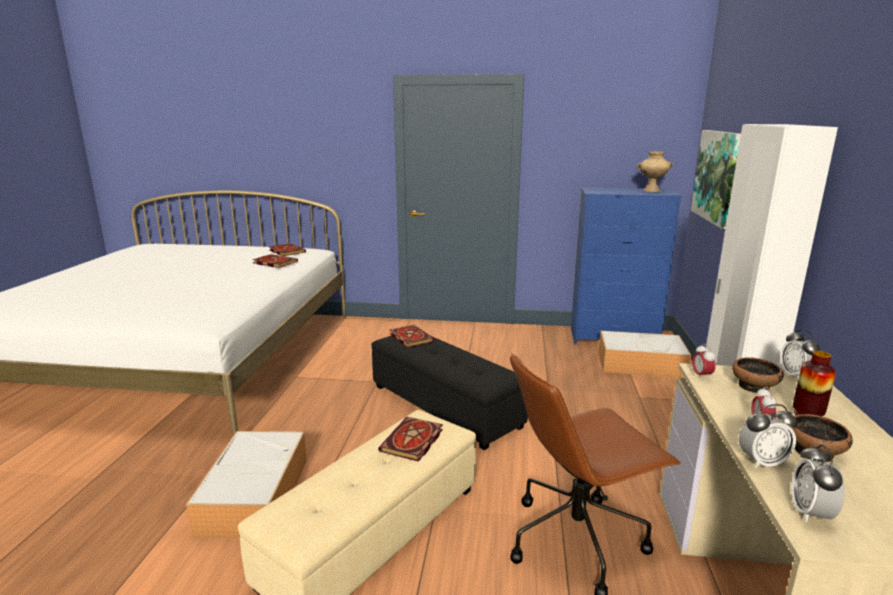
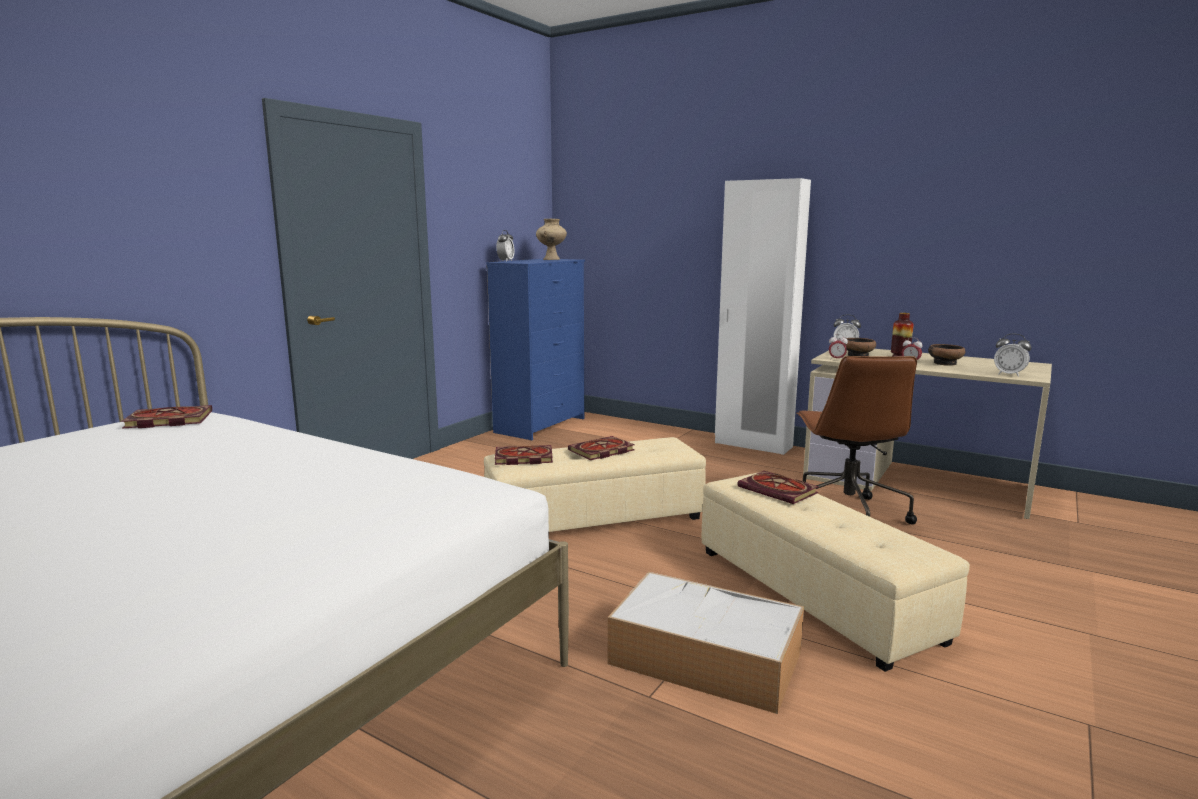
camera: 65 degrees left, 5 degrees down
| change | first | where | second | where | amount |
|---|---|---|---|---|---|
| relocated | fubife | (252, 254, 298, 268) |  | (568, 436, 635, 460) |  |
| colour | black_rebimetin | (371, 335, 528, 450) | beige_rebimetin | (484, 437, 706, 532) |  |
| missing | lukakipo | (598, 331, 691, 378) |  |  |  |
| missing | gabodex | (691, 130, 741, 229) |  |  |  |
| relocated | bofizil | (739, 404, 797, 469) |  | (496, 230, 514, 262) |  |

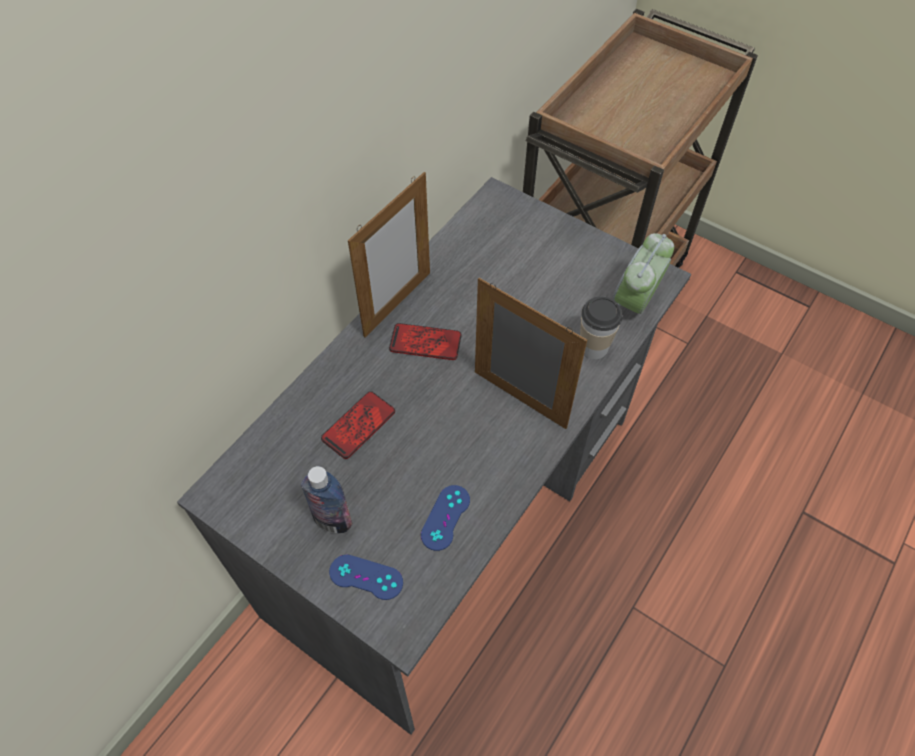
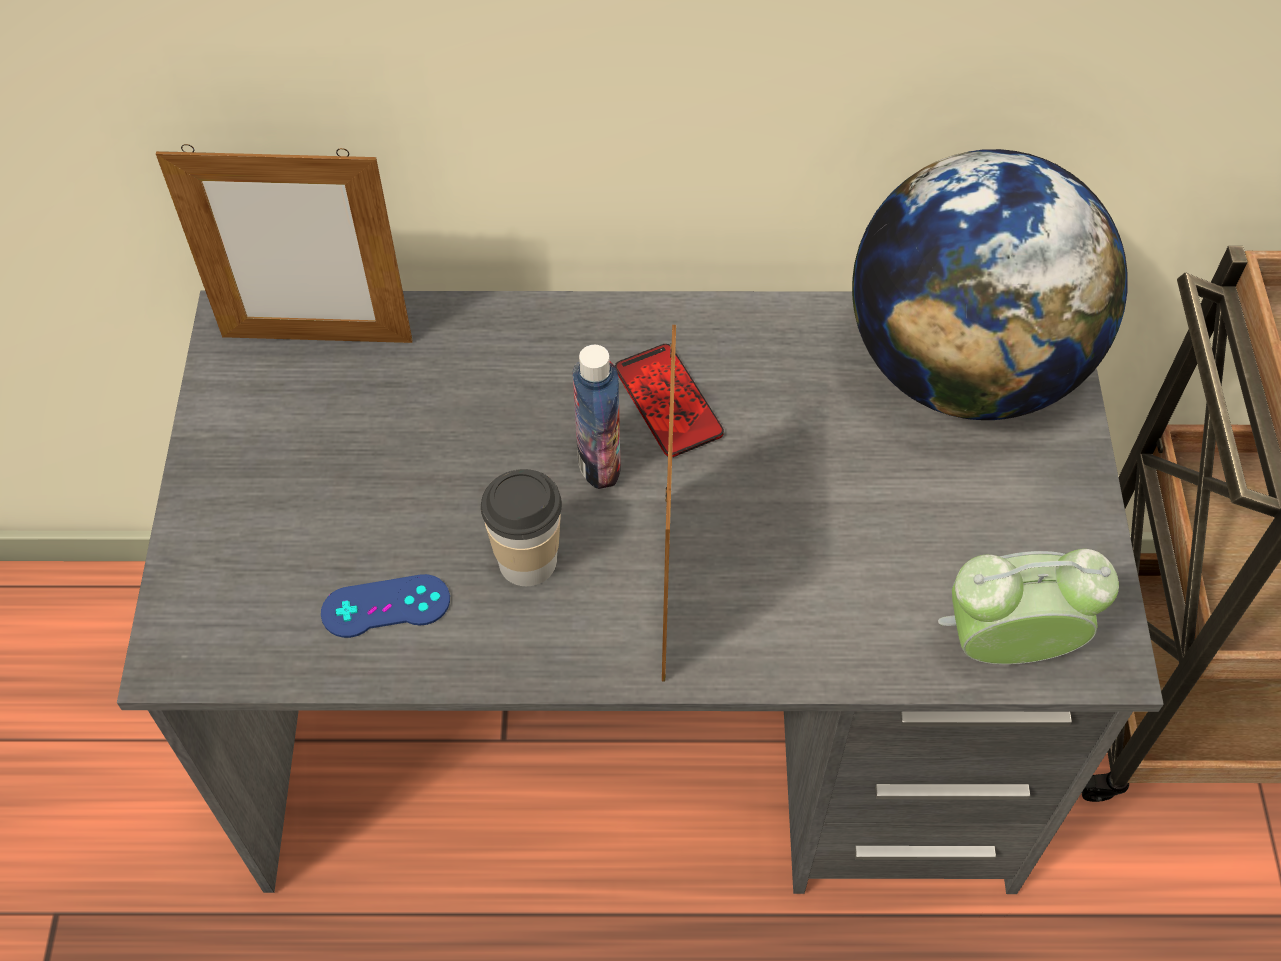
camera: 55 degrees right, 0 degrees up
| change | first | where | second | where | amount |
|---|---|---|---|---|---|
| relocated | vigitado | (301, 466, 352, 533) |  | (573, 345, 621, 489) |  |
| missing | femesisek | (321, 391, 395, 459) |  |  |  |
| missing | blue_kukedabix | (329, 554, 403, 600) |  |  |  |
| relocated | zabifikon | (348, 172, 430, 338) |  | (156, 144, 413, 343) |  |
| relocated | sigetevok | (580, 296, 623, 359) |  | (481, 469, 562, 586) |  |
| appeared |  |  | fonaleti | (852, 149, 1128, 420) |  |

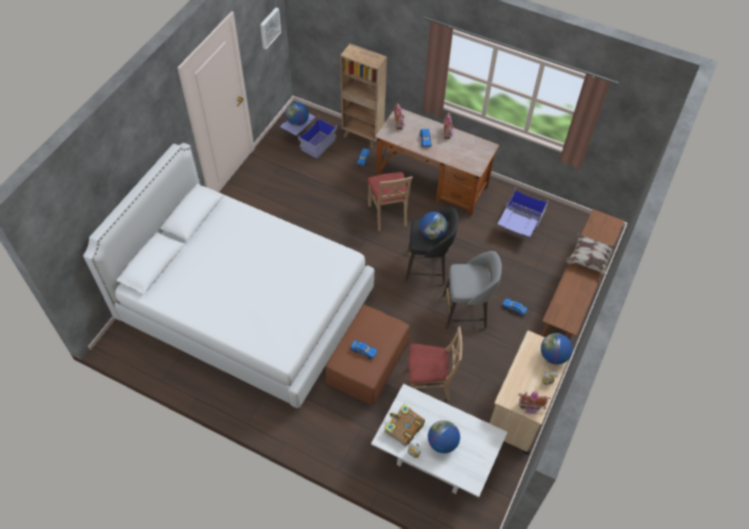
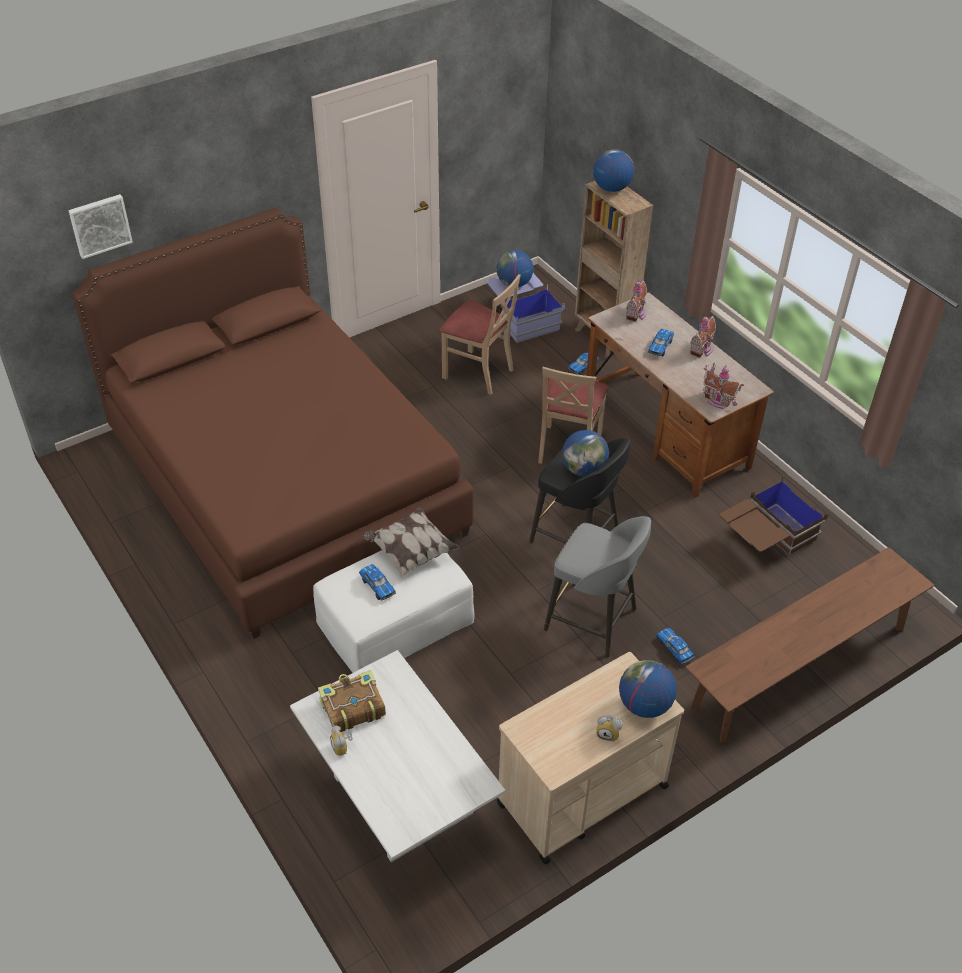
camera: 30 degrees right, 10 degrees down
| change | first | where | second | where | amount |
|---|---|---|---|---|---|
| colour | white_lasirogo | (83, 143, 374, 410) | brown_lasirogo | (72, 208, 474, 639) |  |
| relocated | gabodex | (260, 8, 281, 50) |  | (68, 194, 133, 259) |  |
| colour | brown_rebimetin | (326, 305, 410, 406) | white_rebimetin | (313, 550, 475, 673) |  |
| relocated | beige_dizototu | (409, 326, 462, 401) |  | (440, 274, 521, 395) |  |
| relocated | fonaleti | (428, 420, 460, 453) |  | (593, 149, 634, 192) |  |
| colour | blue_lukakipo | (498, 187, 549, 237) | brown_lukakipo | (719, 475, 829, 555) |  |
| relocated | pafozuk | (518, 391, 550, 414) |  | (703, 363, 744, 409) |  |
| relocated | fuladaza | (566, 233, 616, 276) |  | (362, 507, 460, 578) |  |

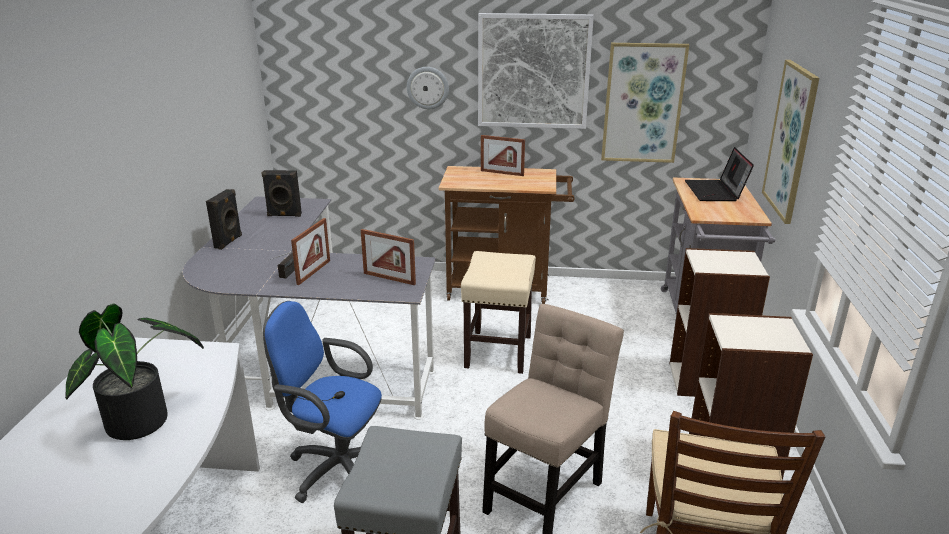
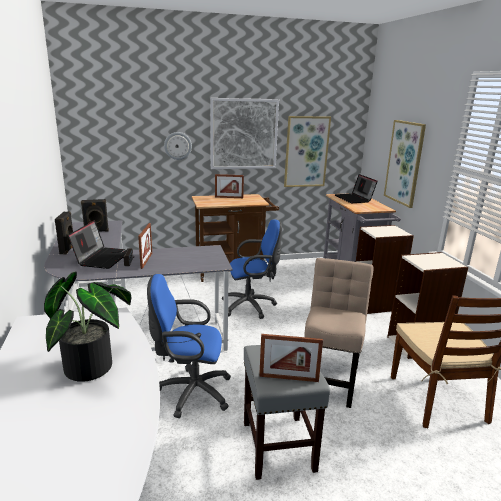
camera: 20 degrees left, 5 degrees down
| change | first | where | second | where | amount |
|---|---|---|---|---|---|
| relocated | zabifikon | (361, 229, 416, 285) |  | (259, 334, 323, 382) |  |
| exchanged | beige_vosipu | (461, 251, 536, 374) | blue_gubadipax | (222, 219, 282, 319) |  |
| appeared |  |  | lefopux | (68, 220, 127, 269) |  |

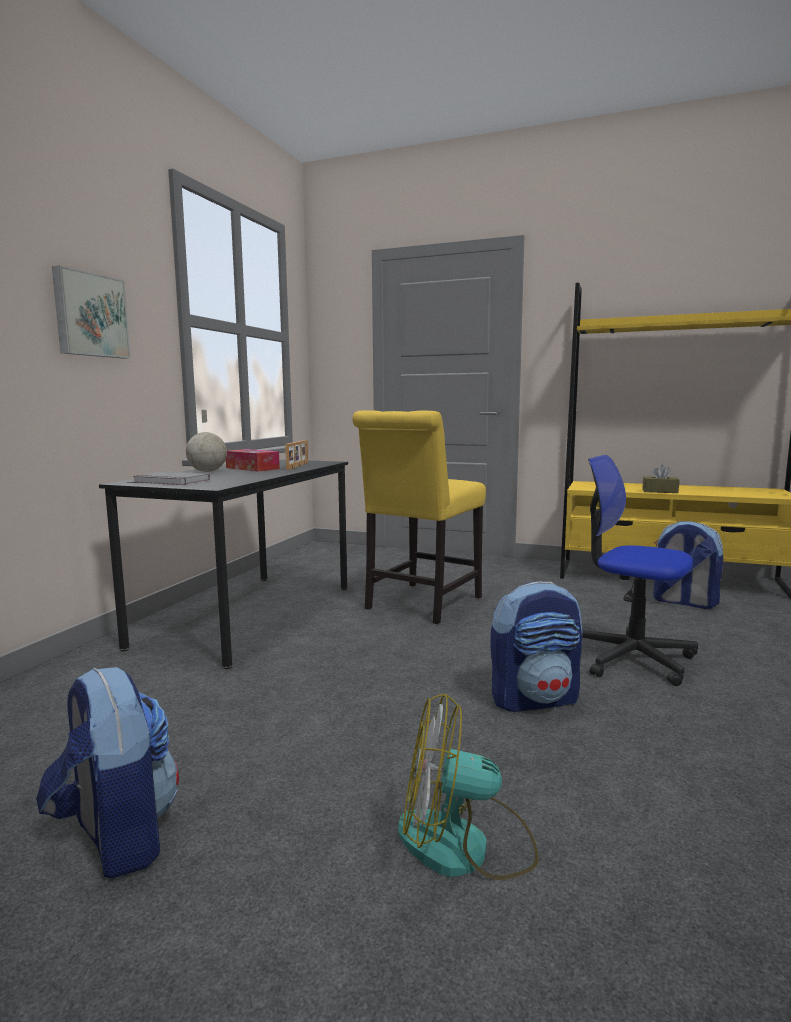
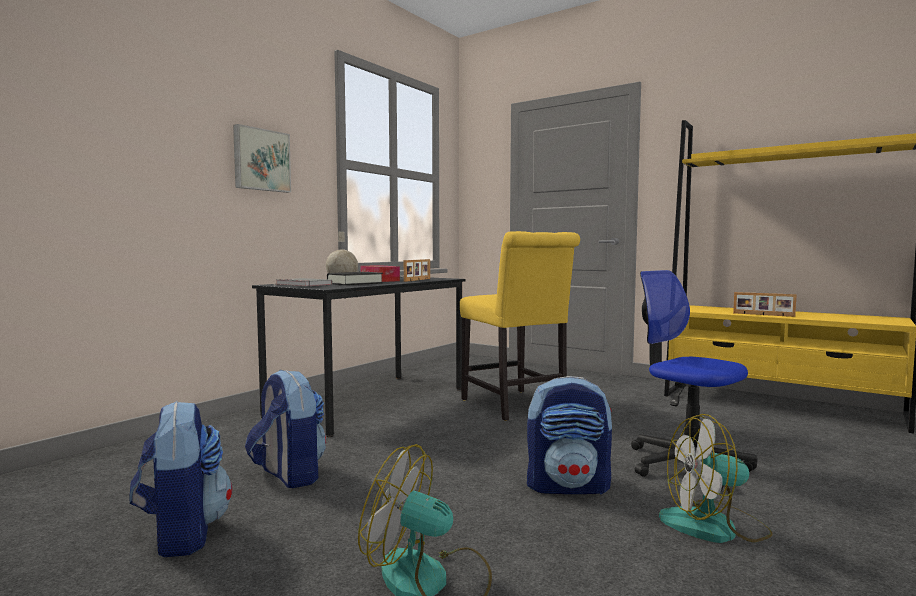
camera: 15 degrees right, 5 degrees down
| change | first | where | second | where | amount |
|---|---|---|---|---|---|
| spun | yellow_dizototu | (352, 410, 486, 624) |  | (460, 231, 580, 421) | 75 degrees counterclockwise |
| exchanged | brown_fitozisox | (642, 465, 679, 493) | zabifikon | (733, 292, 797, 317) |  |
| relocated | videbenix | (653, 521, 723, 609) |  | (245, 370, 326, 488) |  |
| appeared |  |  | black_fubife | (327, 272, 383, 285) |  |
| appeared |  |  | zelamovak | (659, 414, 773, 543) |  |

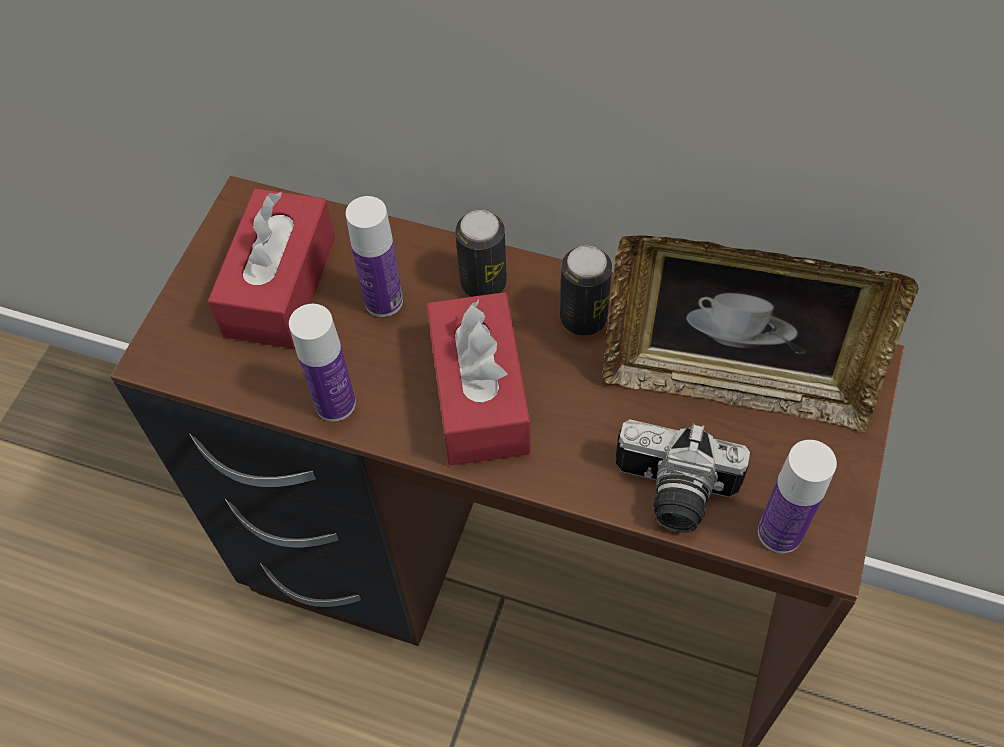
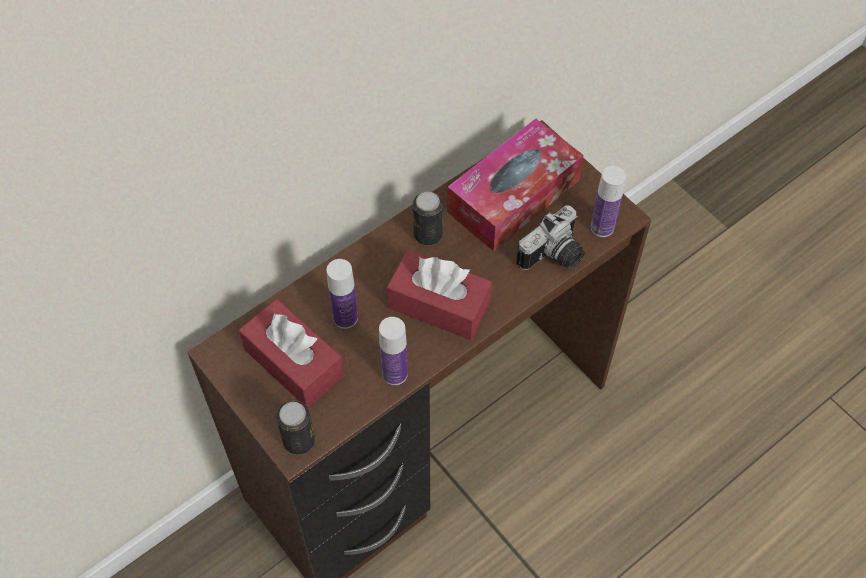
camera: 60 degrees left, 0 degrees up
| change | first | where | second | where | amount |
|---|---|---|---|---|---|
| relocated | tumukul | (455, 210, 507, 297) |  | (276, 401, 315, 455) |  |
| exchanged | zabifikon | (603, 235, 918, 432) | fitozisox | (447, 118, 583, 251) |  |

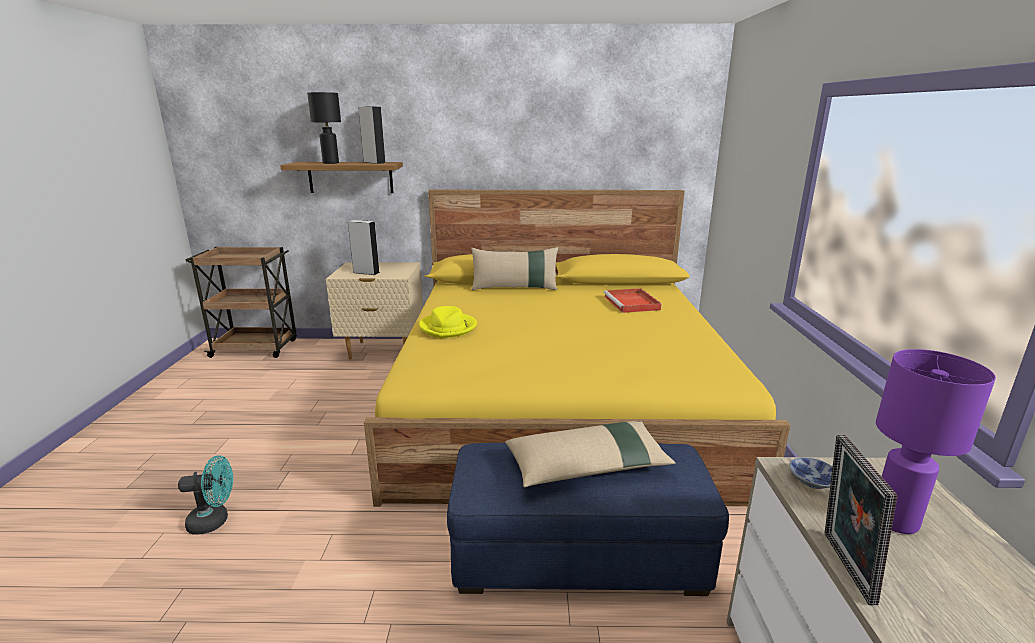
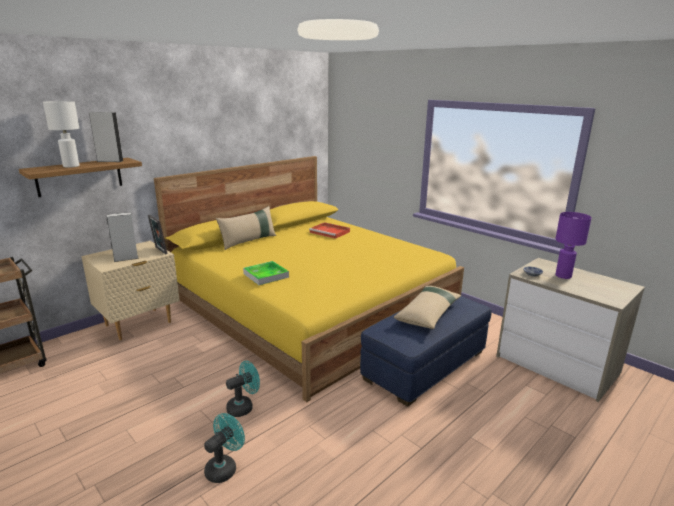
camera: 45 degrees left, 0 degrees up
| change | first | where | second | where | amount |
|---|---|---|---|---|---|
| colour | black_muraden | (307, 92, 341, 164) | white_muraden | (43, 101, 79, 168) |  |
| exchanged | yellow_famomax | (419, 306, 477, 338) | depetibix | (243, 261, 289, 285) |  |
| relocated | zabifikon | (825, 435, 897, 605) |  | (148, 215, 168, 254) |  |
| appeared |  |  | turquoise_zelamovak | (226, 361, 260, 417) |  |

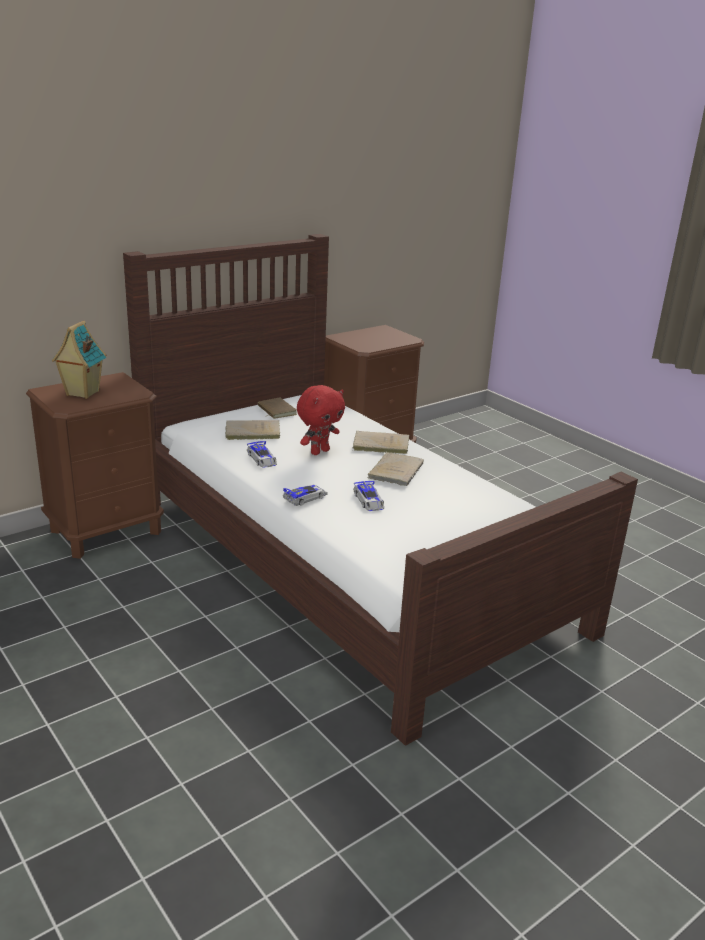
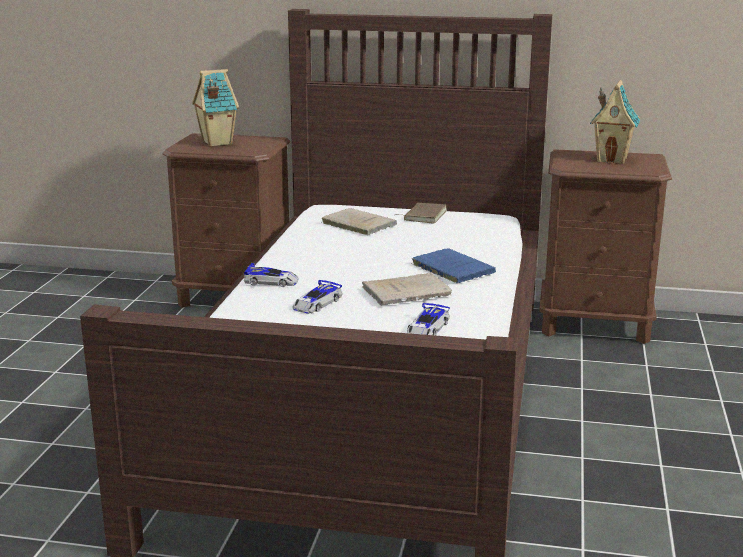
camera: 50 degrees right, 5 degrees down
| change | first | where | second | where | amount |
|---|---|---|---|---|---|
| relocated | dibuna | (247, 441, 277, 468) |  | (407, 303, 450, 336) |  |
| missing | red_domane | (297, 385, 345, 455) |  |  |  |
| colour | beige_fubife | (352, 431, 410, 454) | blue_fubife | (410, 249, 496, 283) |  |
| appeared |  |  | pafozuk | (590, 80, 640, 164) |  |

